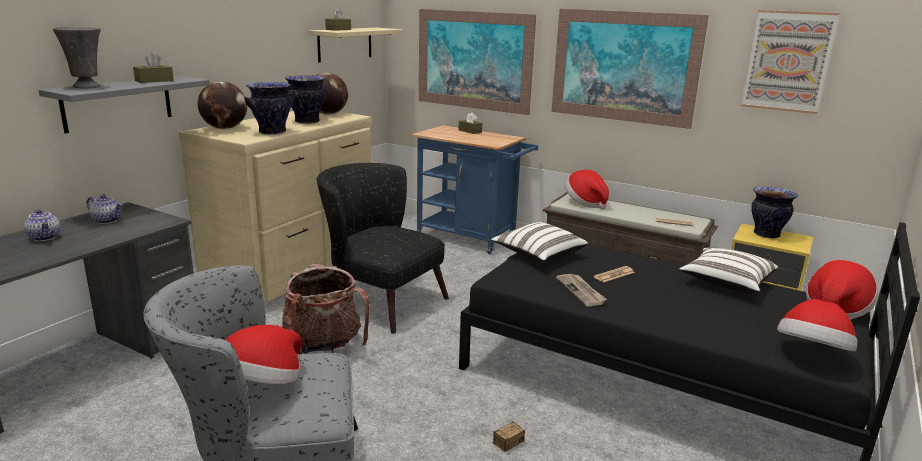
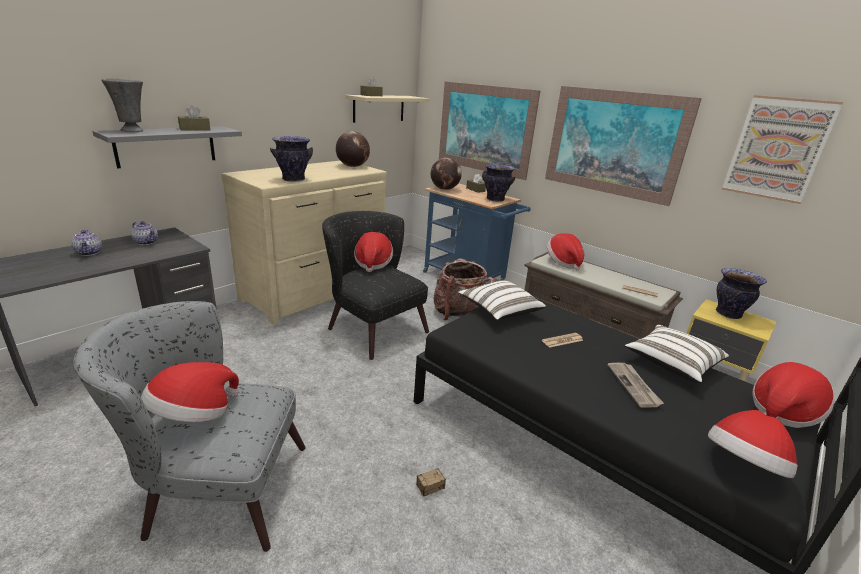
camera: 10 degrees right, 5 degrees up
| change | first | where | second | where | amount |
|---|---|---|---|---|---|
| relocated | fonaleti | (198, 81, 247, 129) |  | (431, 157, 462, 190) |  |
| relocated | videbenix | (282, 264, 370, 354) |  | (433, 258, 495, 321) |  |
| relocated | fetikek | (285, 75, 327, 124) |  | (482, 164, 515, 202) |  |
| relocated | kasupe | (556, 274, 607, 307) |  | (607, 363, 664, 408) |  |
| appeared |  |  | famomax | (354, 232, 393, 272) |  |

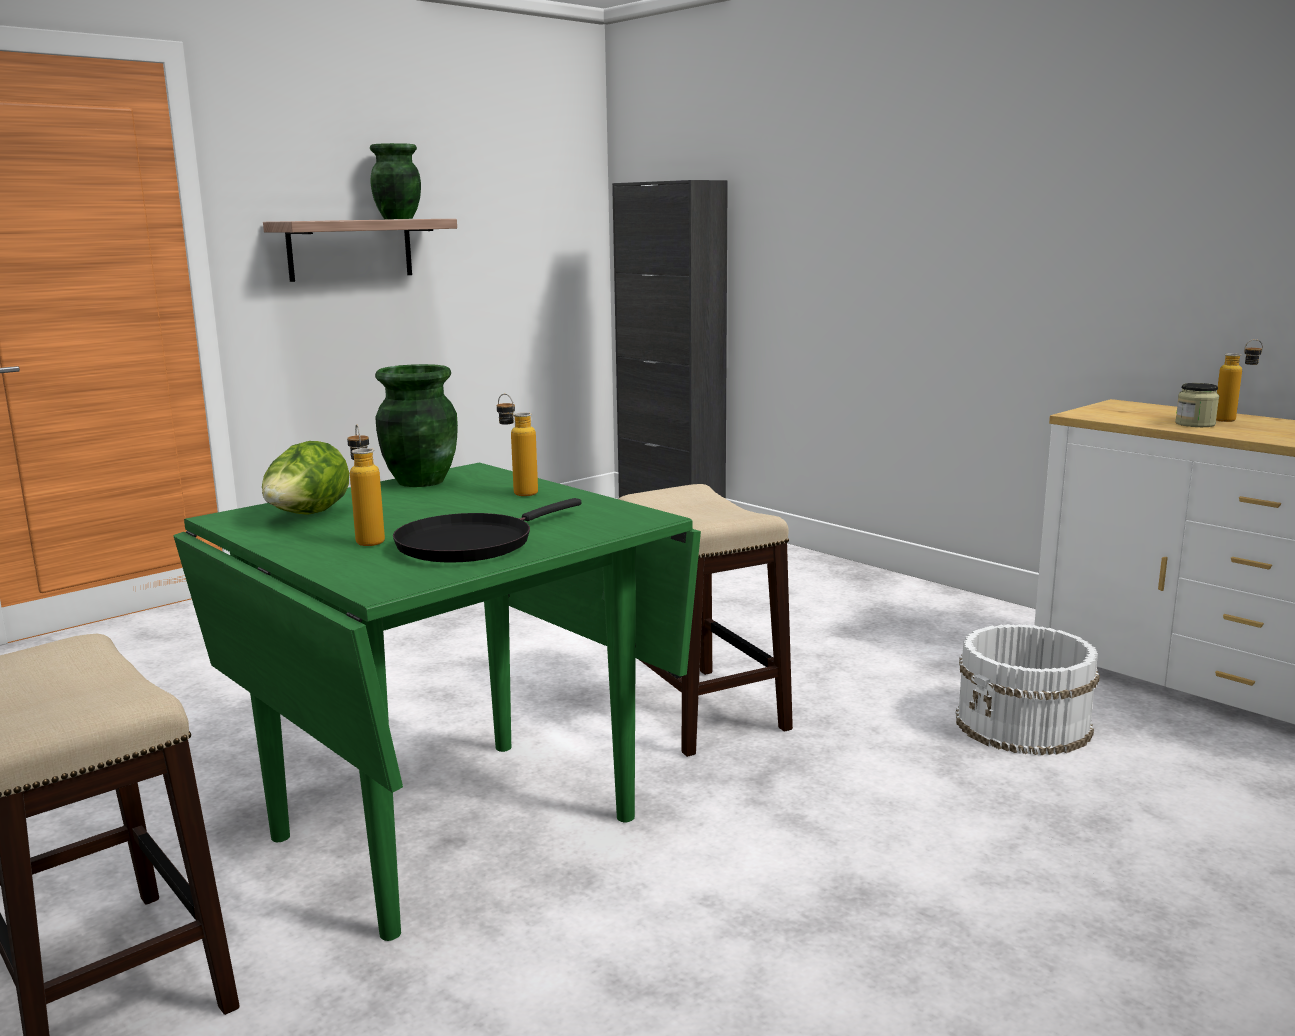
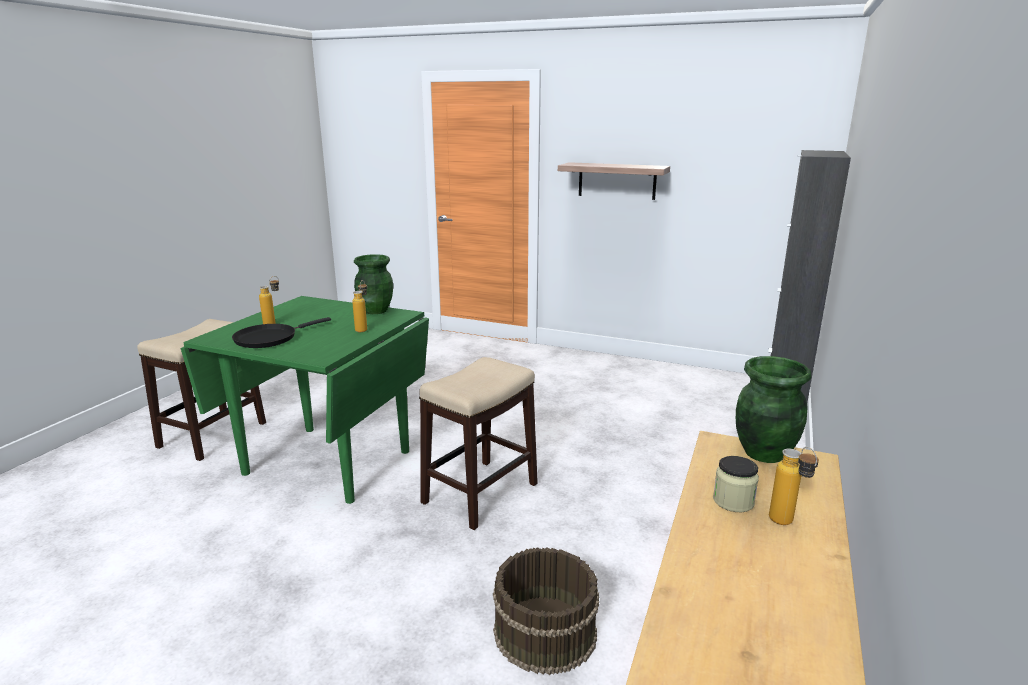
camera: 65 degrees right, 5 degrees up
| change | first | where | second | where | amount |
|---|---|---|---|---|---|
| missing | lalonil | (262, 441, 349, 515) |  |  |  |
| relocated | green_fetikek | (370, 143, 421, 219) |  | (736, 356, 811, 463) |  |
| spun | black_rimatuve | (393, 498, 581, 562) |  | (232, 317, 331, 348) | 60 degrees counterclockwise |
| colour | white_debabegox | (956, 624, 1100, 755) | brown_debabegox | (493, 547, 599, 675) |  |

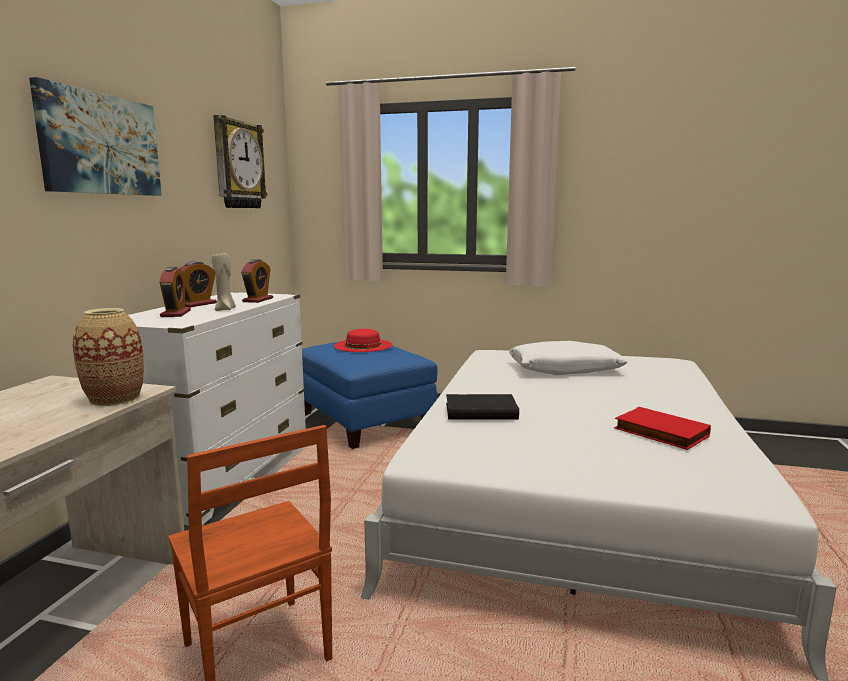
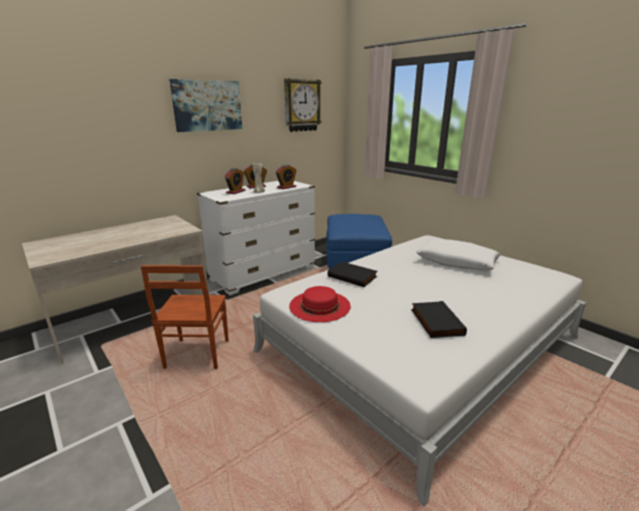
camera: 35 degrees right, 10 degrees up
| change | first | where | second | where | amount |
|---|---|---|---|---|---|
| missing | fetikek | (73, 308, 144, 406) |  |  |  |
| relocated | red_famomax | (334, 329, 392, 352) |  | (289, 286, 351, 322) |  |
| colour | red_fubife | (614, 407, 711, 450) | black_fubife | (411, 301, 467, 338) |  |

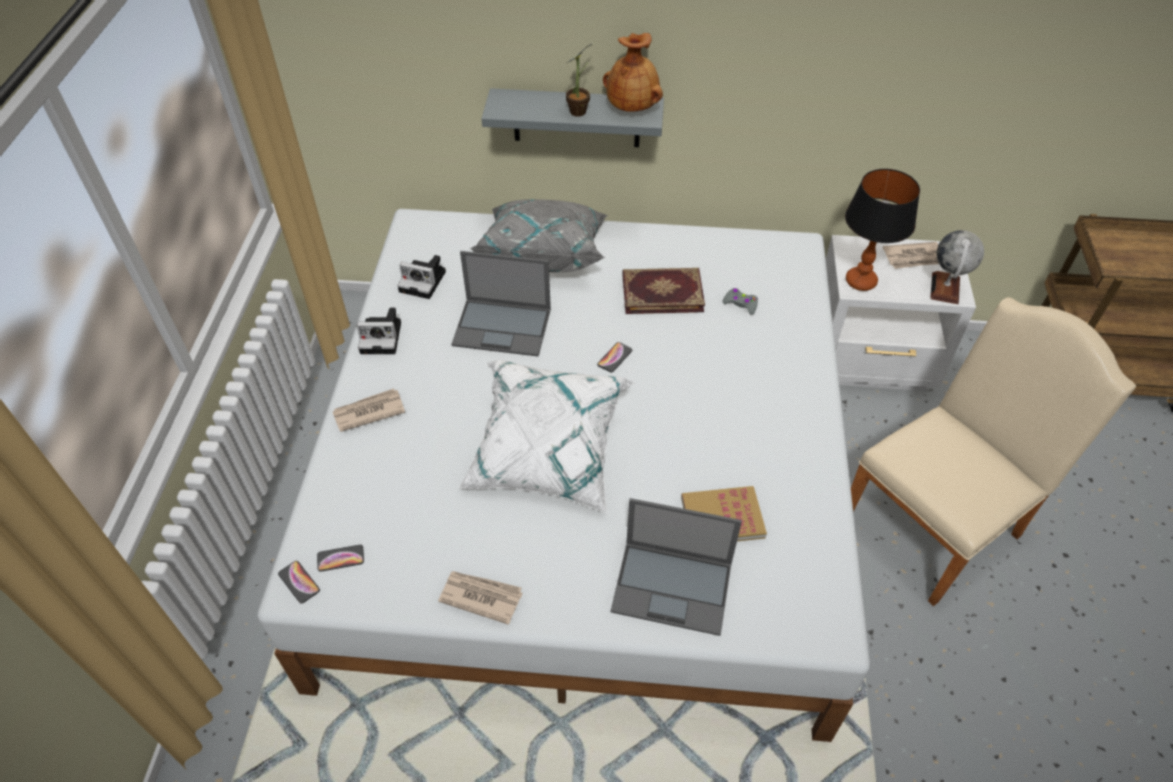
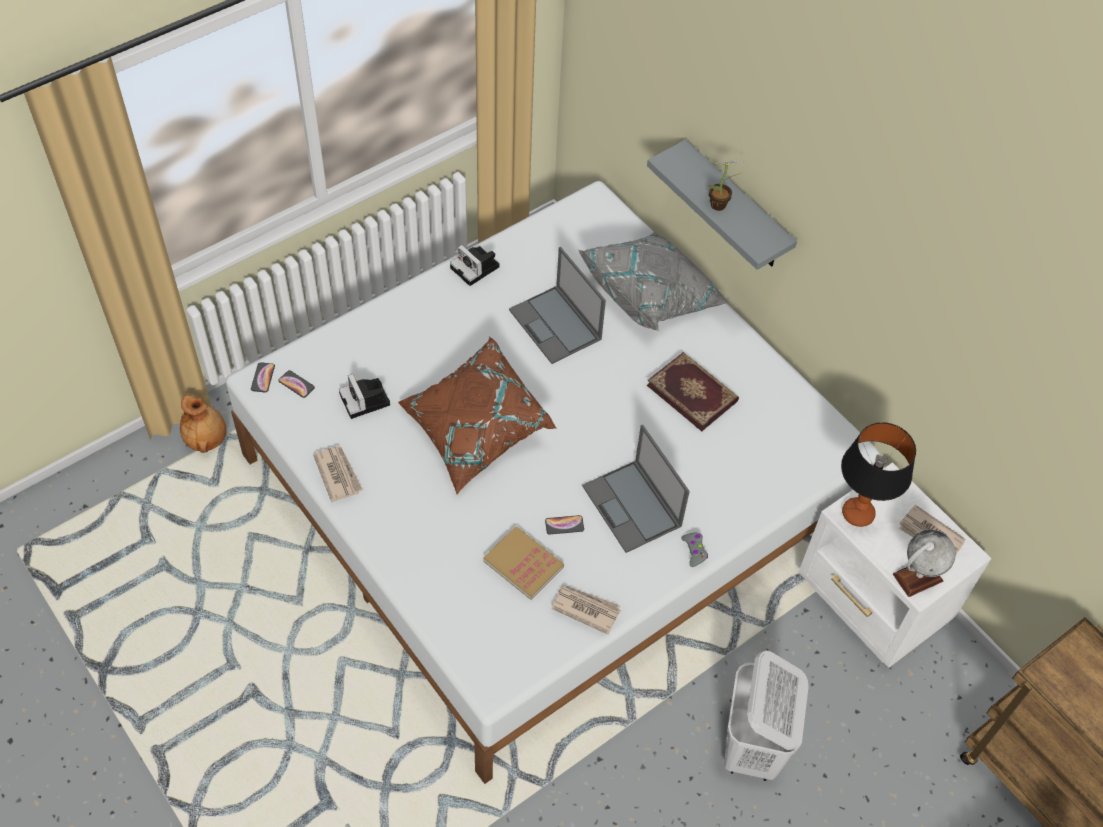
camera: 45 degrees right, 5 degrees up
| change | first | where | second | where | amount |
|---|---|---|---|---|---|
| relocated | kasupe | (333, 388, 405, 432) |  | (551, 585, 621, 635) |  |
| relocated | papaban | (397, 255, 446, 299) |  | (339, 374, 390, 419) |  |
| colour | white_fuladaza | (459, 360, 634, 513) | brown_fuladaza | (398, 336, 557, 494) |  |
| relocated | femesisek | (597, 342, 632, 373) |  | (545, 515, 584, 534) |  |
| relocated | brown_fetikek | (603, 33, 663, 112) |  | (180, 395, 226, 453) |  |
| relocated | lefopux | (610, 498, 742, 636) |  | (582, 424, 690, 553) |  |
| relocated | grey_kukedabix | (722, 288, 758, 315) |  | (682, 533, 708, 567) |  |
| exchanged | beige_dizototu | (851, 297, 1136, 606) | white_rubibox | (724, 651, 809, 781) |  |

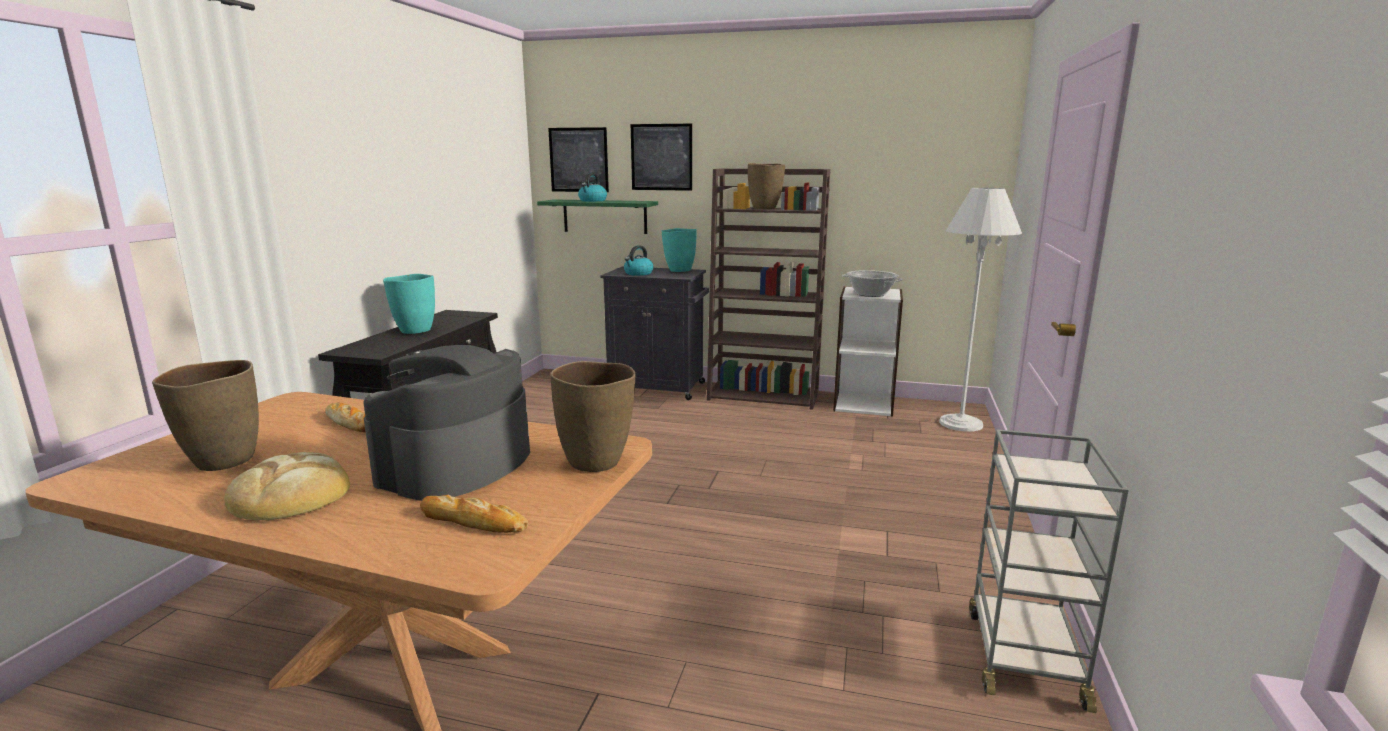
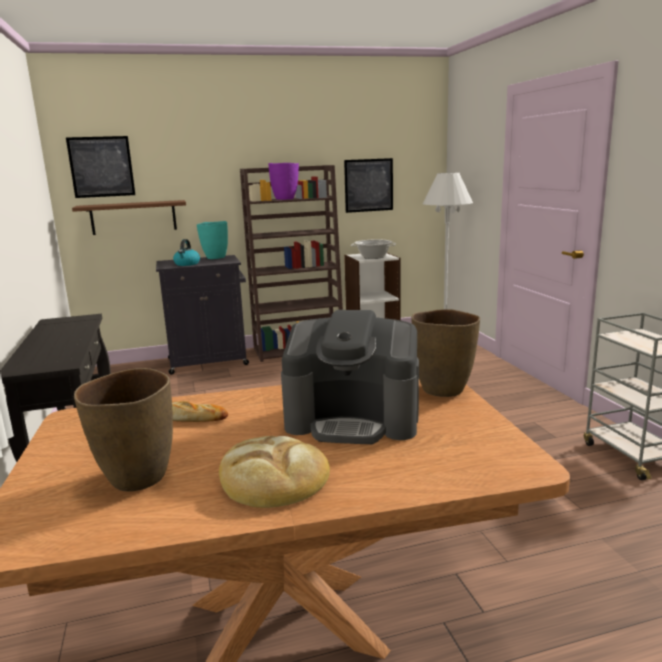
camera: 30 degrees left, 0 degrees up
| change | first | where | second | where | amount |
|---|---|---|---|---|---|
| spun | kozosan | (363, 345, 530, 501) |  | (281, 310, 419, 444) | 75 degrees counterclockwise |
| missing | turquoise_fetikek | (383, 274, 435, 334) |  |  |  |
| missing | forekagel | (420, 494, 528, 533) |  |  |  |
| colour | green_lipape | (537, 199, 658, 234) | brown_lipape | (72, 200, 186, 235) |  |
| missing | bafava | (578, 173, 607, 202) |  |  |  |
| relocated | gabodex | (631, 124, 692, 191) |  | (344, 158, 393, 213) |  |
| colour | brown_fetikek | (748, 163, 785, 209) | purple_fetikek | (268, 163, 299, 200) |  |

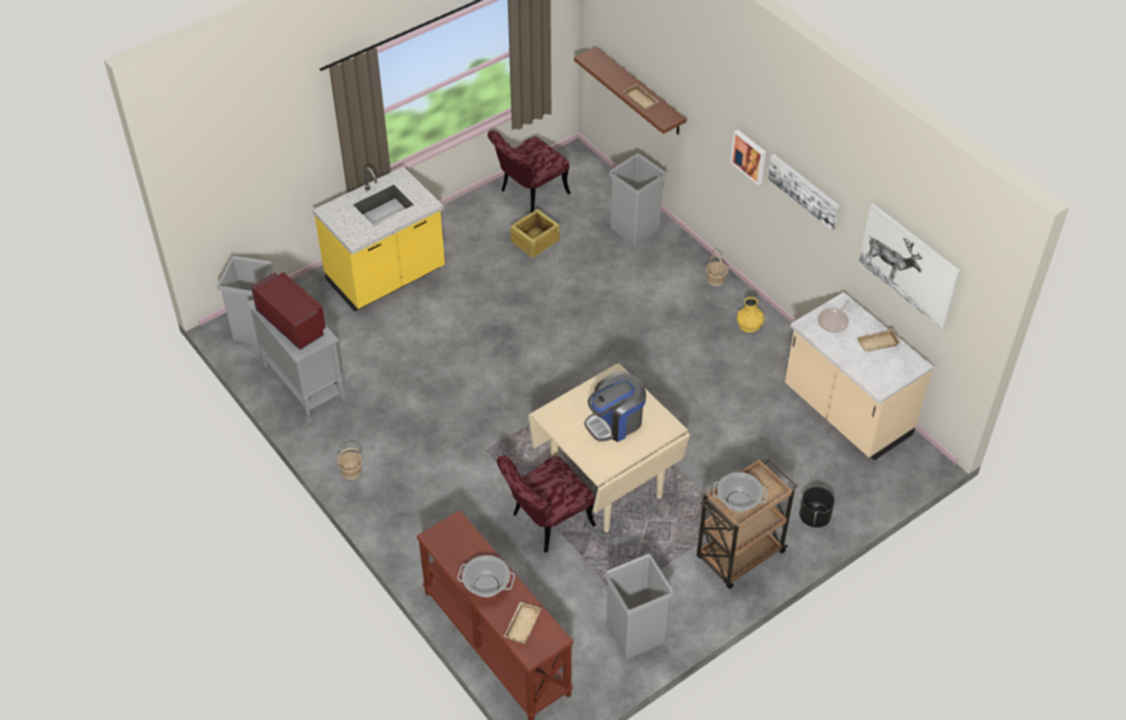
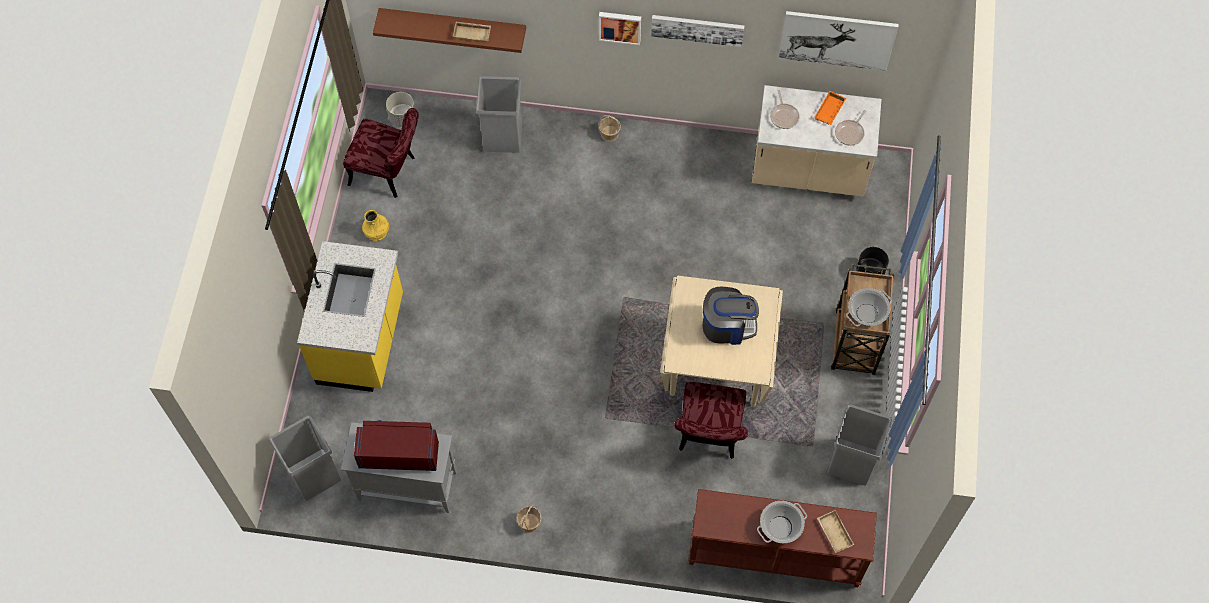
camera: 45 degrees left, 15 degrees up
| change | first | where | second | where | amount |
|---|---|---|---|---|---|
| spun | red_dizototu | (488, 130, 570, 213) |  | (343, 108, 419, 198) | 75 degrees counterclockwise |
| missing | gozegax | (510, 209, 560, 258) |  |  |  |
| spun | kozosan | (584, 371, 646, 442) |  | (702, 287, 759, 345) | 105 degrees counterclockwise |
| relocated | yellow_fetikek | (737, 297, 764, 333) |  | (362, 210, 390, 241) |  |
| colour | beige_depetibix | (857, 329, 900, 352) | orange_depetibix | (815, 91, 846, 125) |  |
| appeared |  |  | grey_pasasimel | (386, 92, 415, 127) |  |
| appeared |  |  | rimatuve | (835, 110, 866, 146) |  |

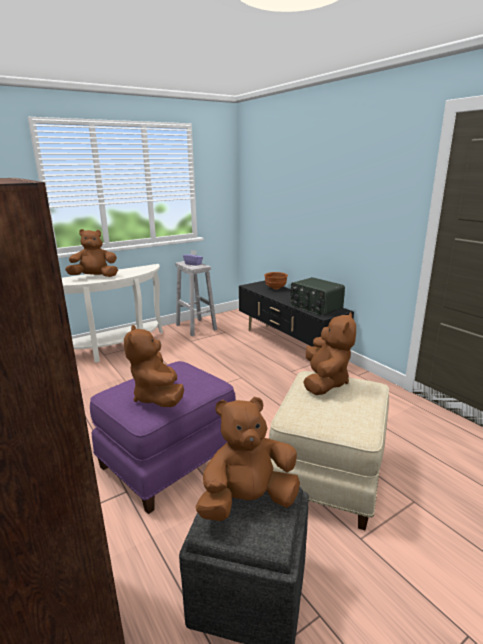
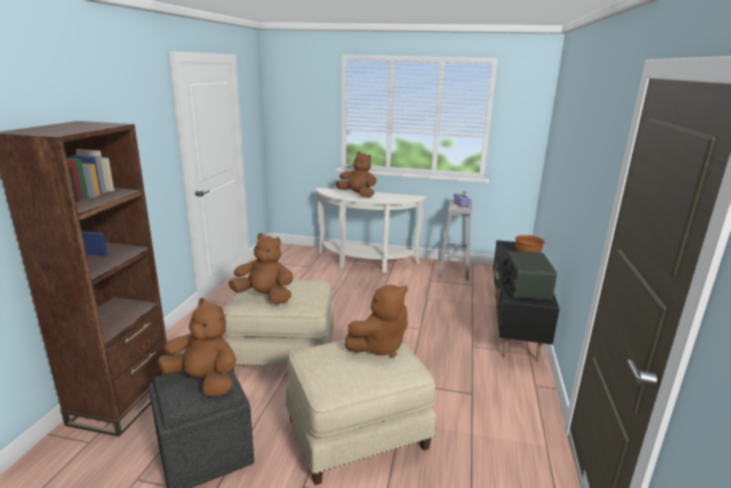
camera: 45 degrees right, 0 degrees up
| change | first | where | second | where | amount |
|---|---|---|---|---|---|
| colour | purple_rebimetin | (90, 361, 236, 514) | beige_rebimetin | (224, 280, 334, 371) |  |
| spun | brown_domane | (124, 325, 184, 407) |  | (228, 233, 293, 304) | 75 degrees clockwise |

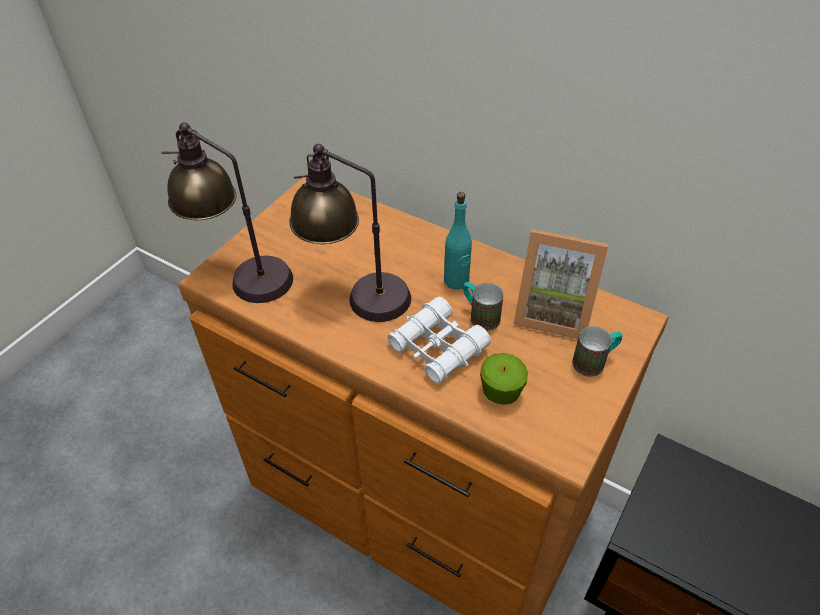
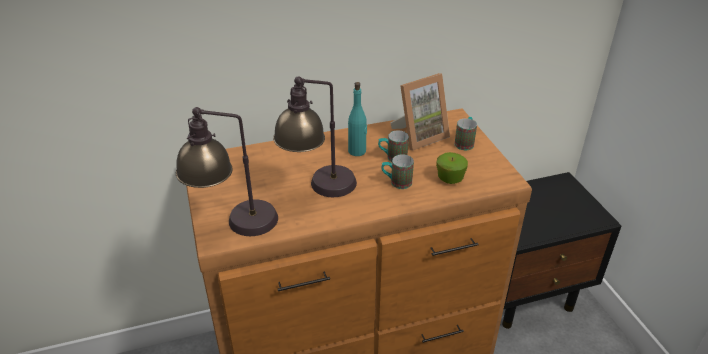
camera: 50 degrees left, 10 degrees down
| change | first | where | second | where | amount |
|---|---|---|---|---|---|
| exchanged | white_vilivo | (387, 297, 491, 384) | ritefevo | (381, 154, 414, 189) |  |

